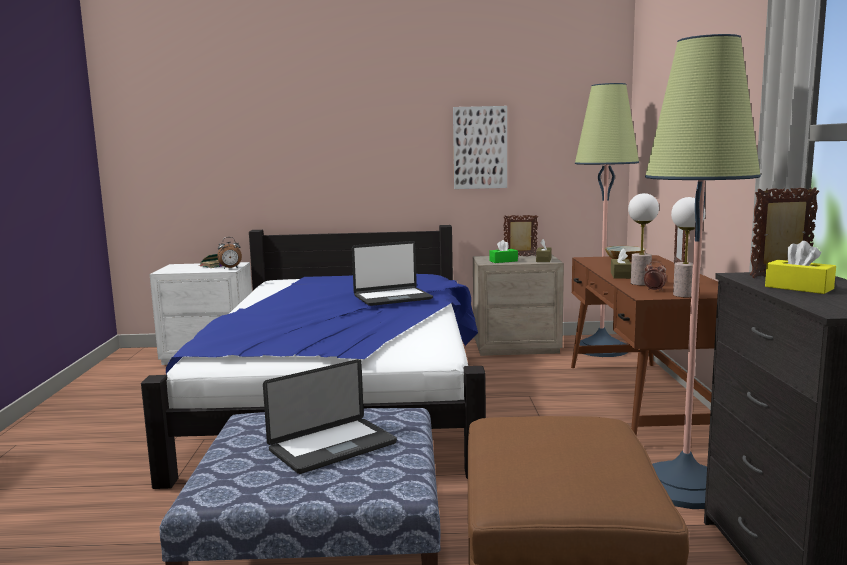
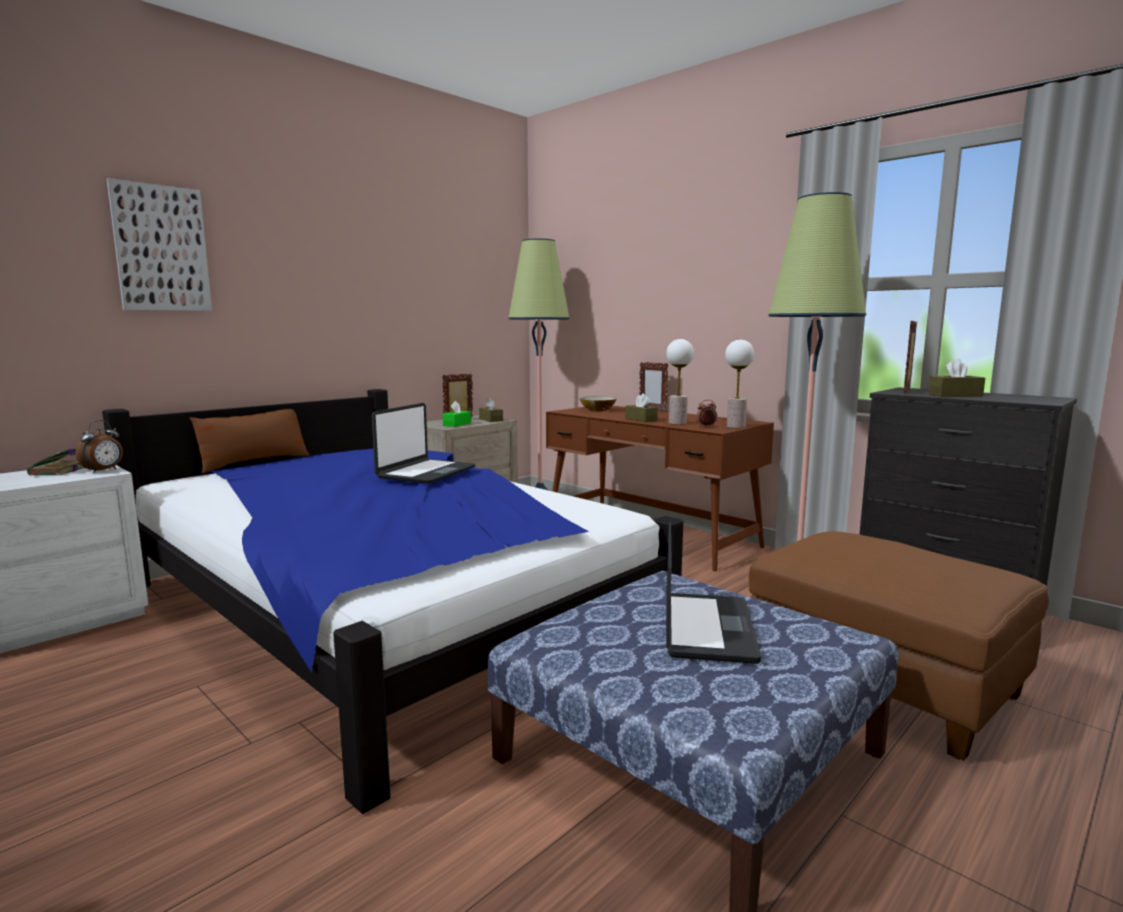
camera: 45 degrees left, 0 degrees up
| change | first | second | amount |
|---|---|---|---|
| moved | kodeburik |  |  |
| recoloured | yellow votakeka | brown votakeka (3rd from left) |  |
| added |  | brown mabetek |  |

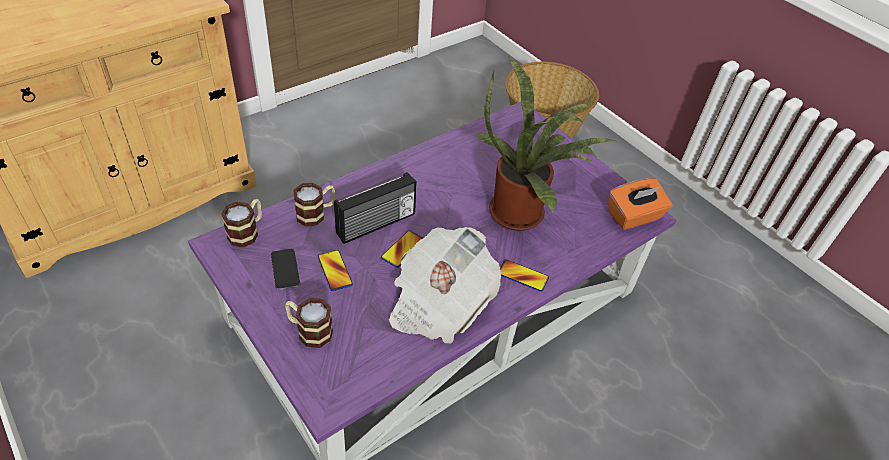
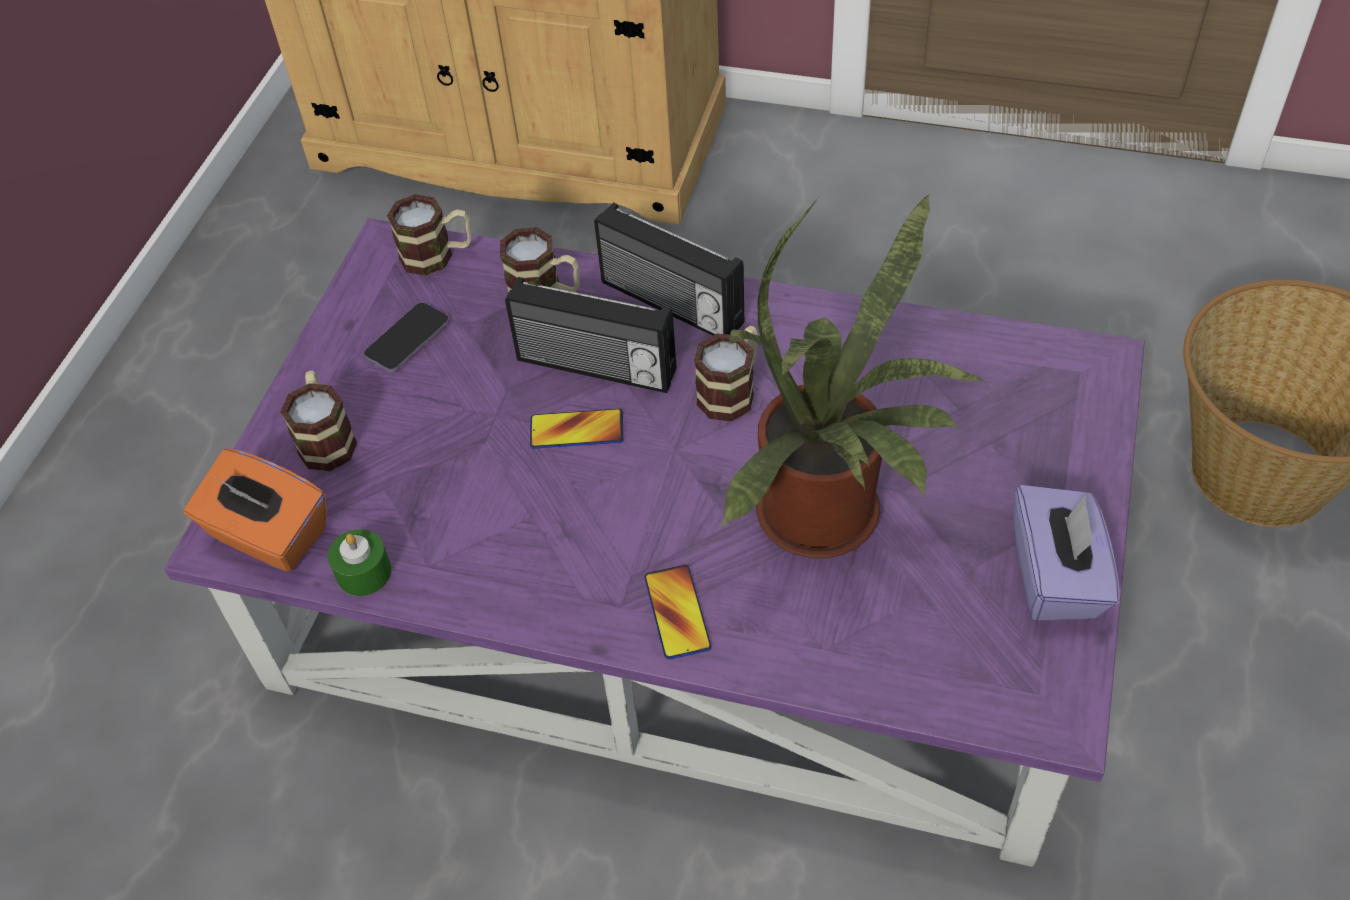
camera: 60 degrees right, 5 degrees up
| change | first | second | amount |
|---|---|---|---|
| moved | orange votakeka |  |  |
| removed | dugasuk |  |  |
| removed | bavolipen (2nd from left) |  |  |
| added |  | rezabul (2nd from left) |  |
| added |  | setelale (4th from left) |  |
| added |  | purple votakeka |  |
| added |  | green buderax |  |

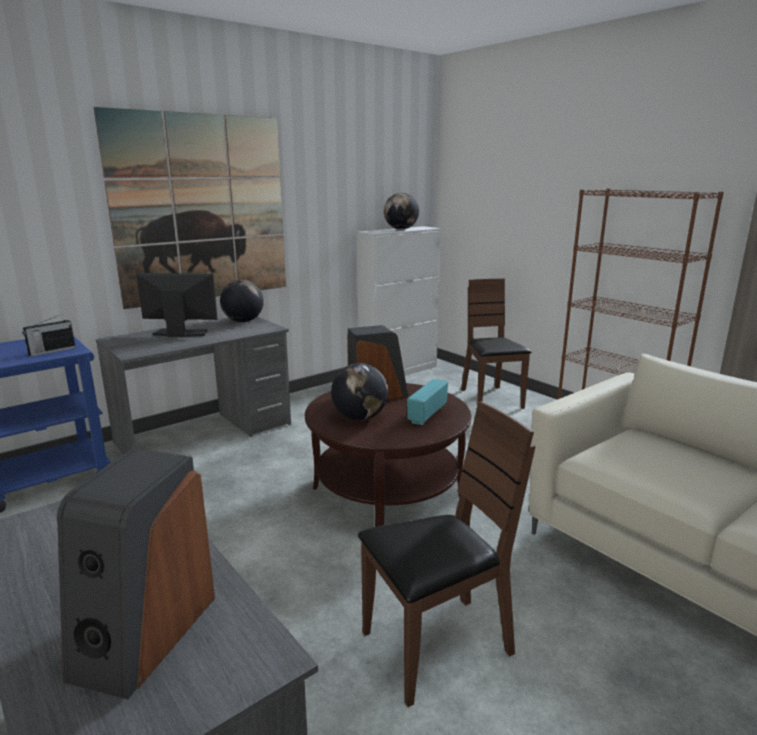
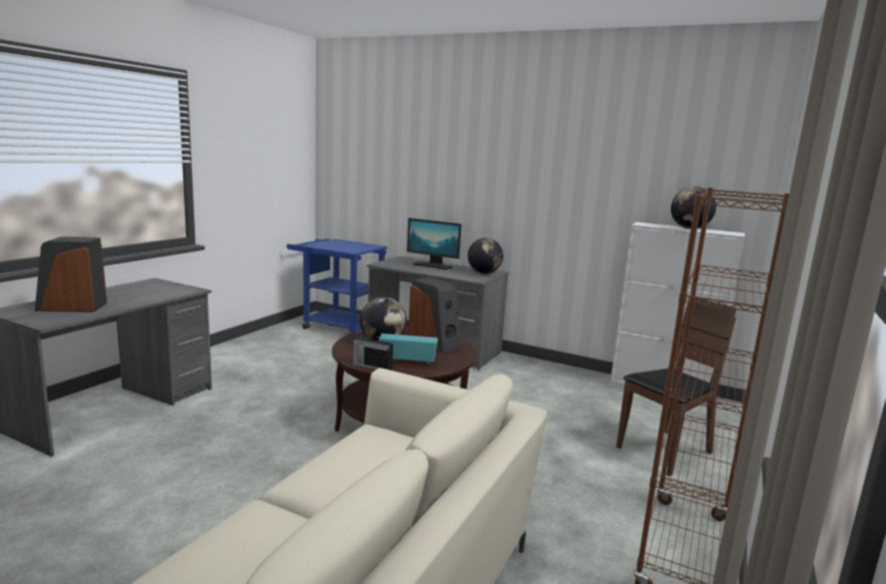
camera: 65 degrees right, 5 degrees down
| change | first | second | amount |
|---|---|---|---|
| removed | kodeburik |  |  |
| turned | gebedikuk |  | 135 degrees clockwise |
| moved | rezabul (1st from left) |  |  |
| removed | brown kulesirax (1st from left) |  |  |

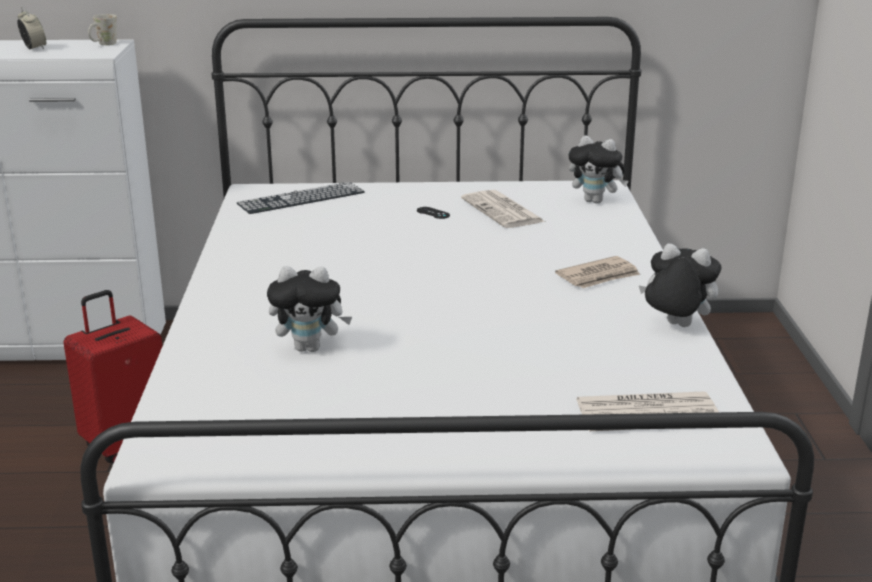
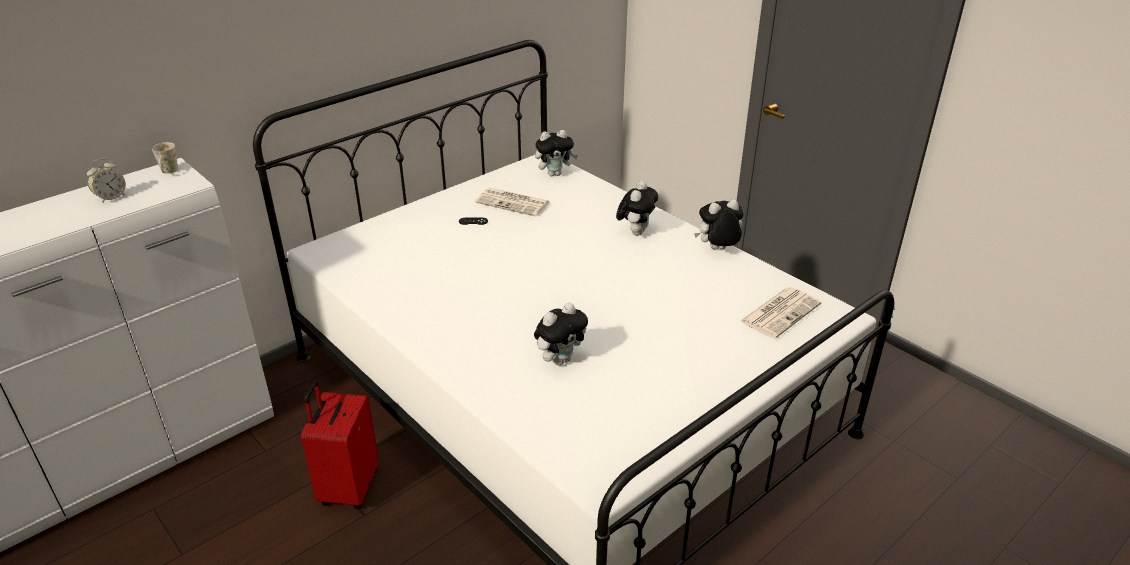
camera: 40 degrees left, 10 degrees up
| change | first | second | amount |
|---|---|---|---|
| turned | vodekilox |  | 120 degrees clockwise |
| removed | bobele |  |  |
| replaced | dugasuk (2nd from left) | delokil (3rd from left) |  |

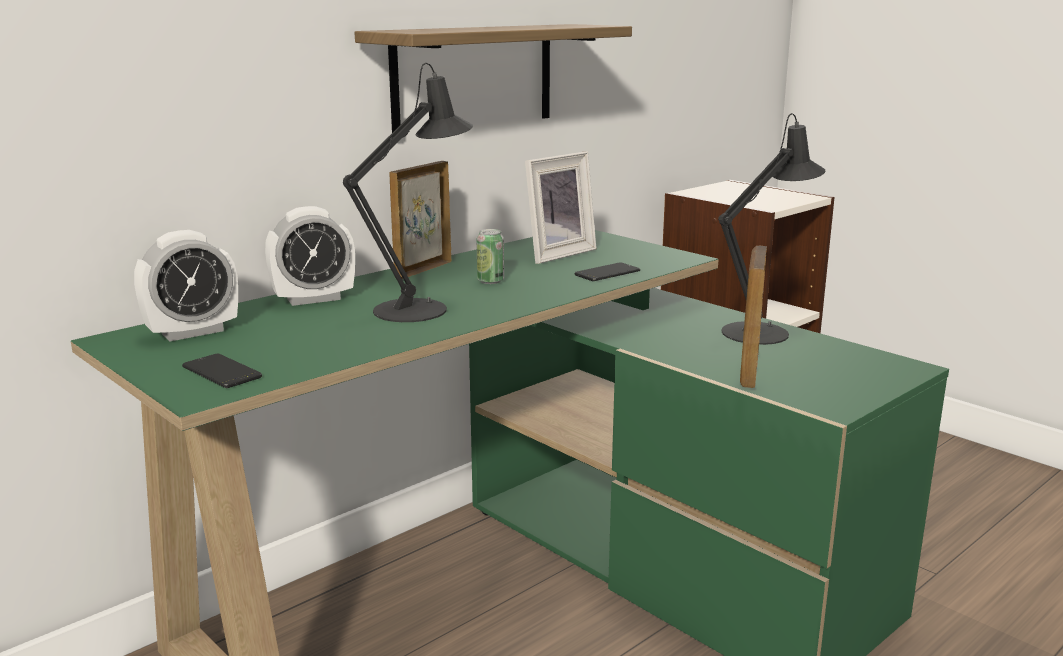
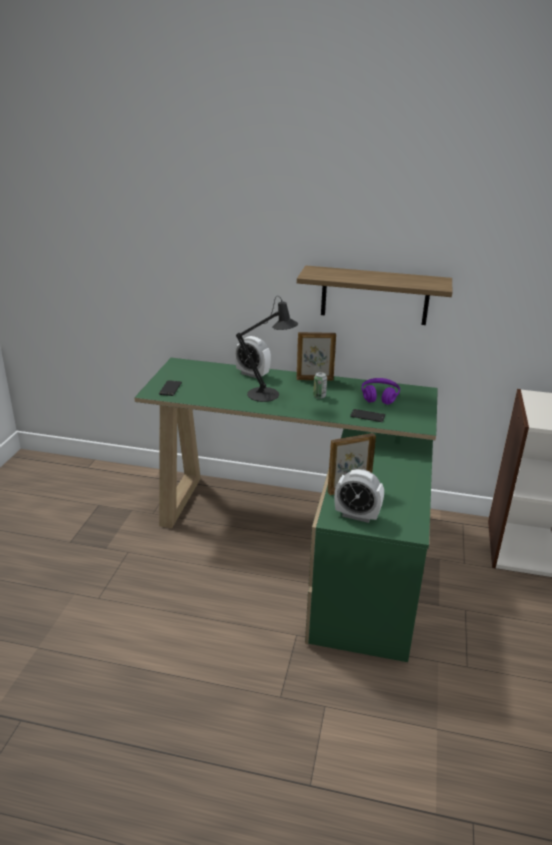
camera: 55 degrees right, 10 degrees up
| change | first | second | amount |
|---|---|---|---|
| removed | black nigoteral (2nd from left) |  |  |
| replaced | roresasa (2nd from left) | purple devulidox |  |
| moved | vodekilox (1st from left in the first image) | vodekilox (2nd from left) |  |

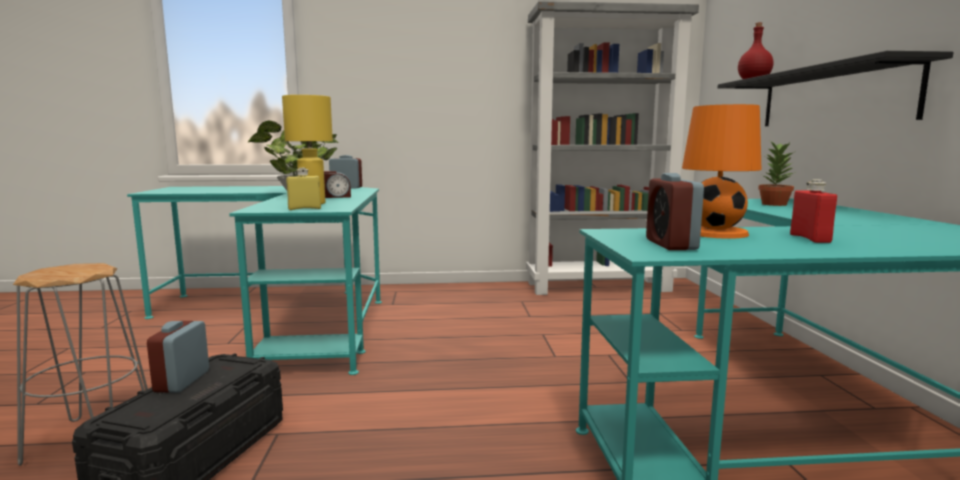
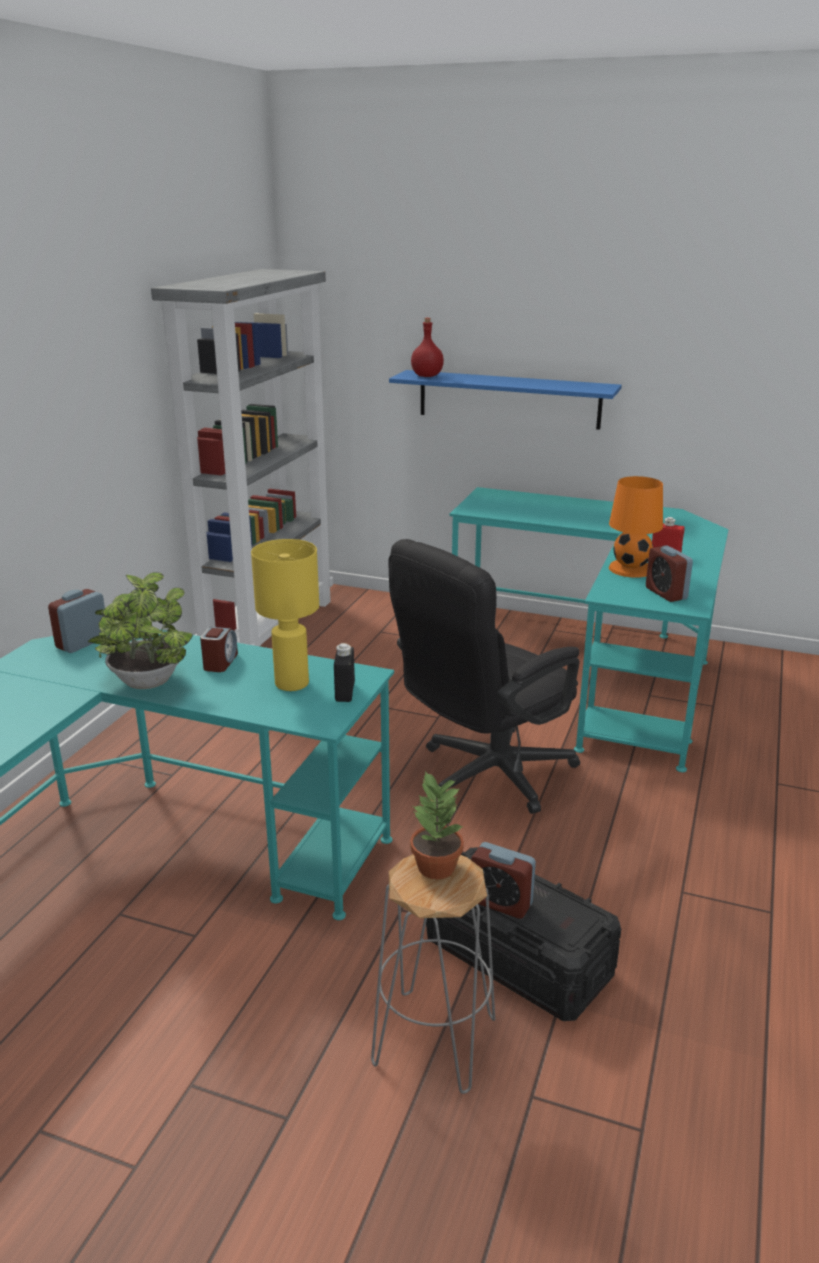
camera: 65 degrees left, 15 degrees up
| change | first | second | amount |
|---|---|---|---|
| recoloured | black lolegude | blue lolegude |  |
| moved | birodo (2nd from left) |  |  |
| recoloured | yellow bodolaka | black bodolaka |  |
| turned | vodekilox (4th from left) |  | 45 degrees clockwise |
| added |  | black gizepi |  |

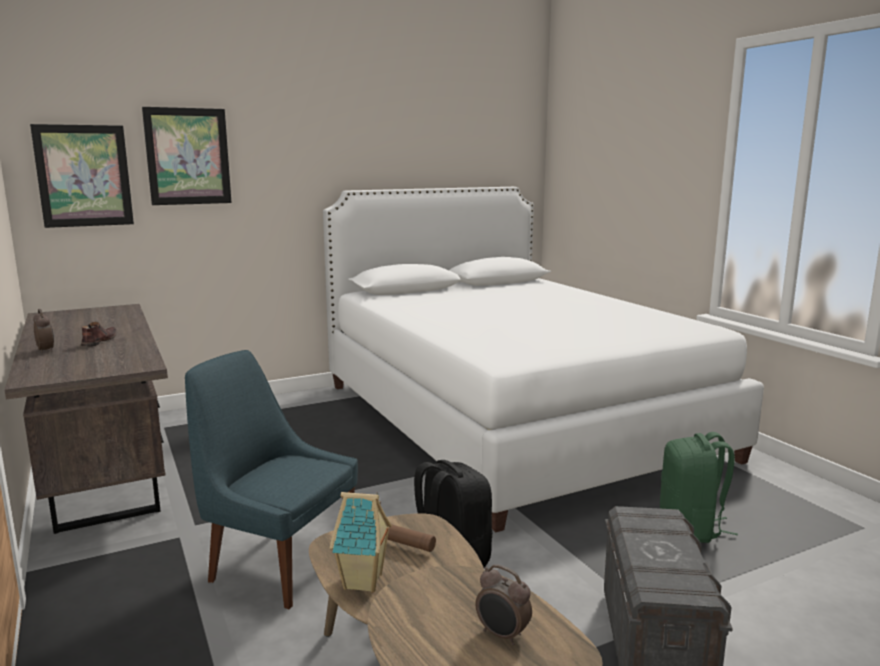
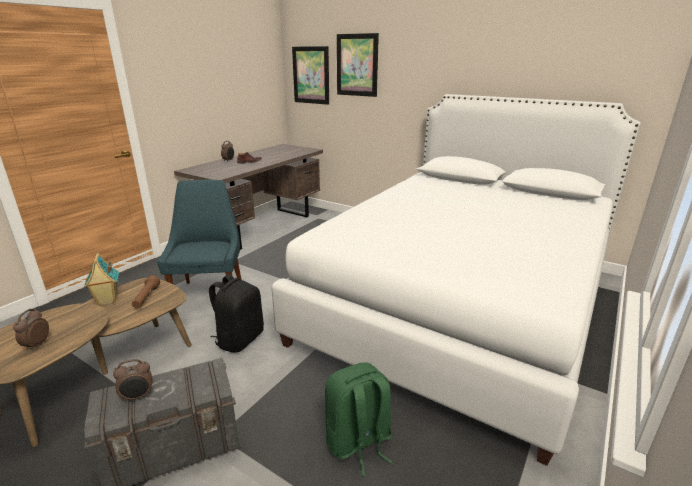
camera: 60 degrees right, 10 degrees up
| change | first | second | amount |
|---|---|---|---|
| added |  | vodekilox (2nd from left) |  |

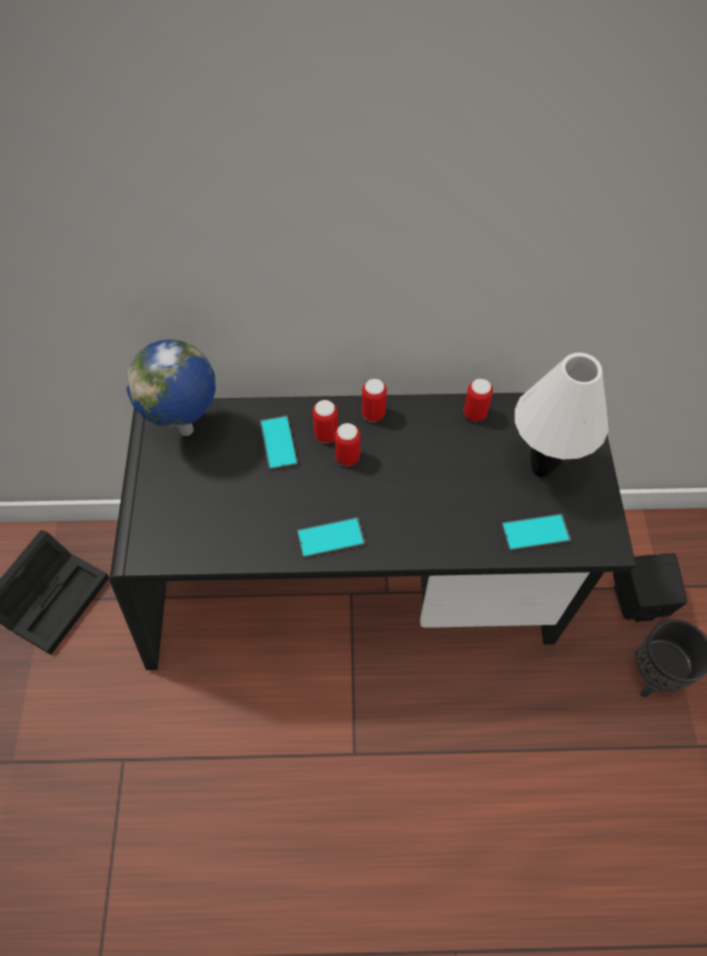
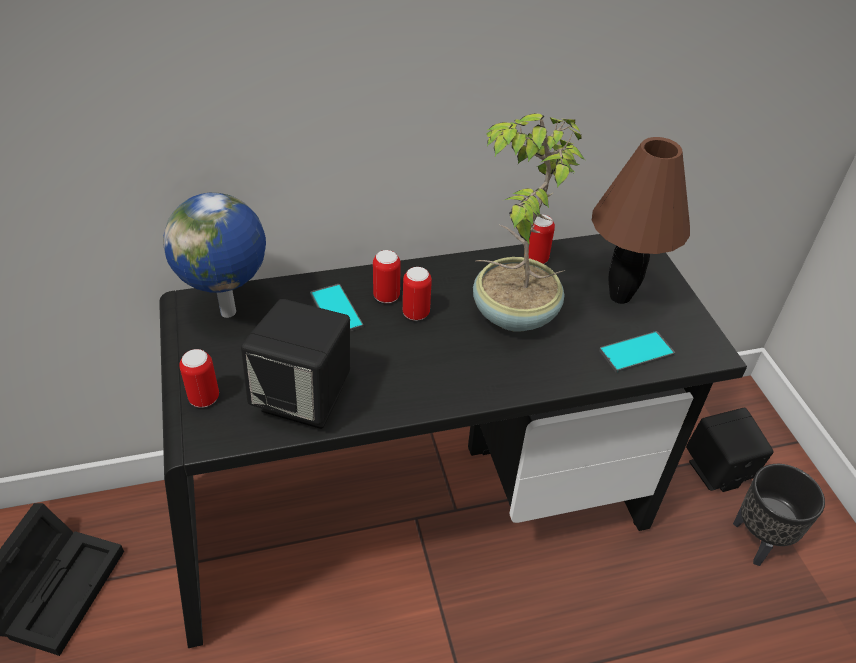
camera: 15 degrees left, 15 degrees down
| change | first | second | amount |
|---|---|---|---|
| recoloured | white nigoteral | brown nigoteral |  |
| moved | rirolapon (3rd from left in the first image) | rirolapon (1st from left) |  |
| removed | bavolipen (2nd from left) |  |  |
| added |  | birodo |  |
| added |  | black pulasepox (1st from left) |  |

